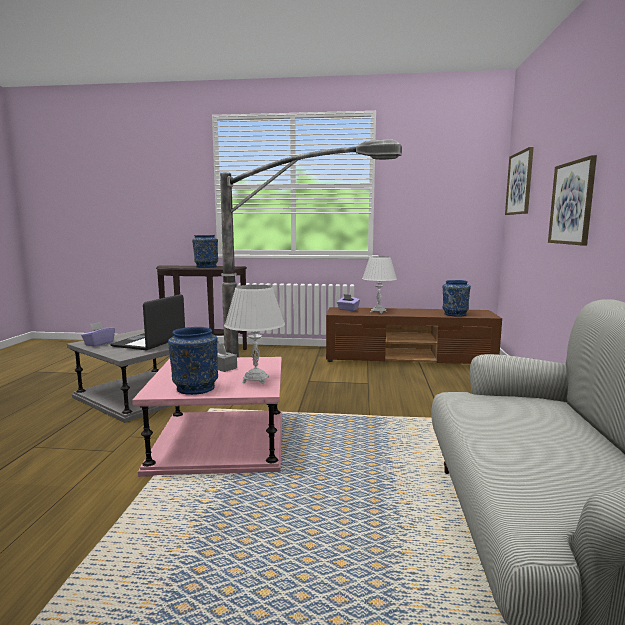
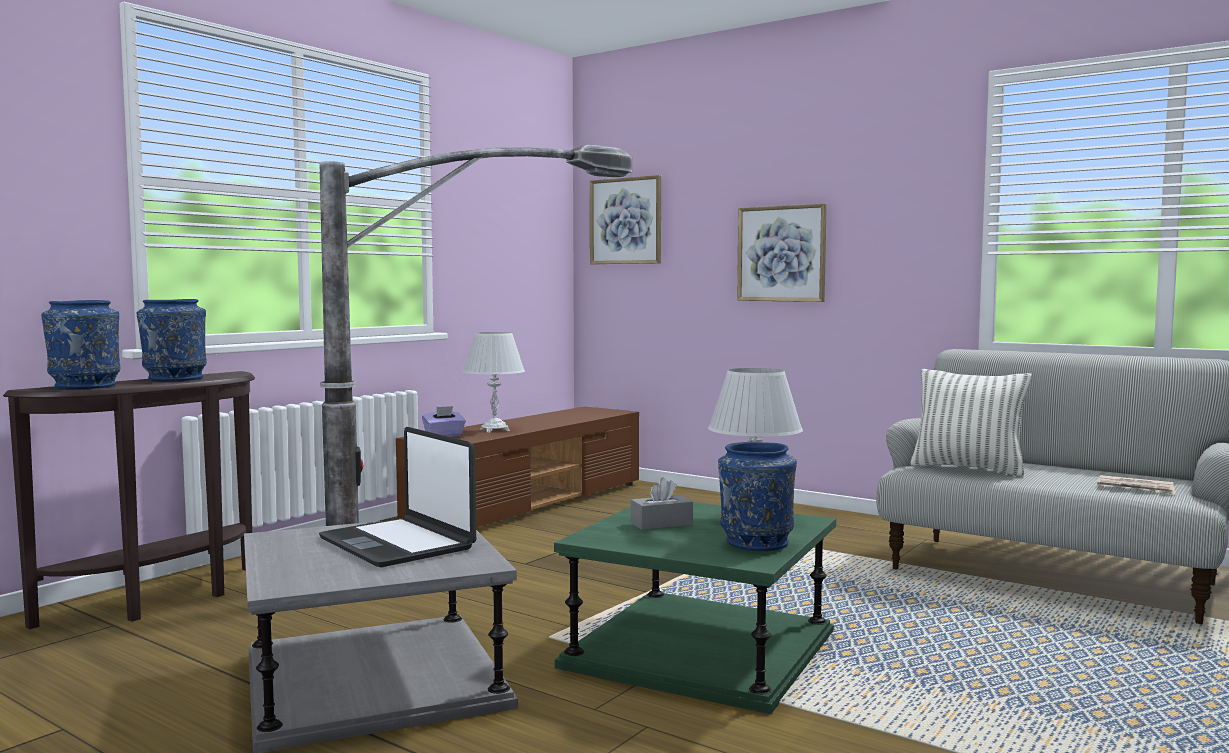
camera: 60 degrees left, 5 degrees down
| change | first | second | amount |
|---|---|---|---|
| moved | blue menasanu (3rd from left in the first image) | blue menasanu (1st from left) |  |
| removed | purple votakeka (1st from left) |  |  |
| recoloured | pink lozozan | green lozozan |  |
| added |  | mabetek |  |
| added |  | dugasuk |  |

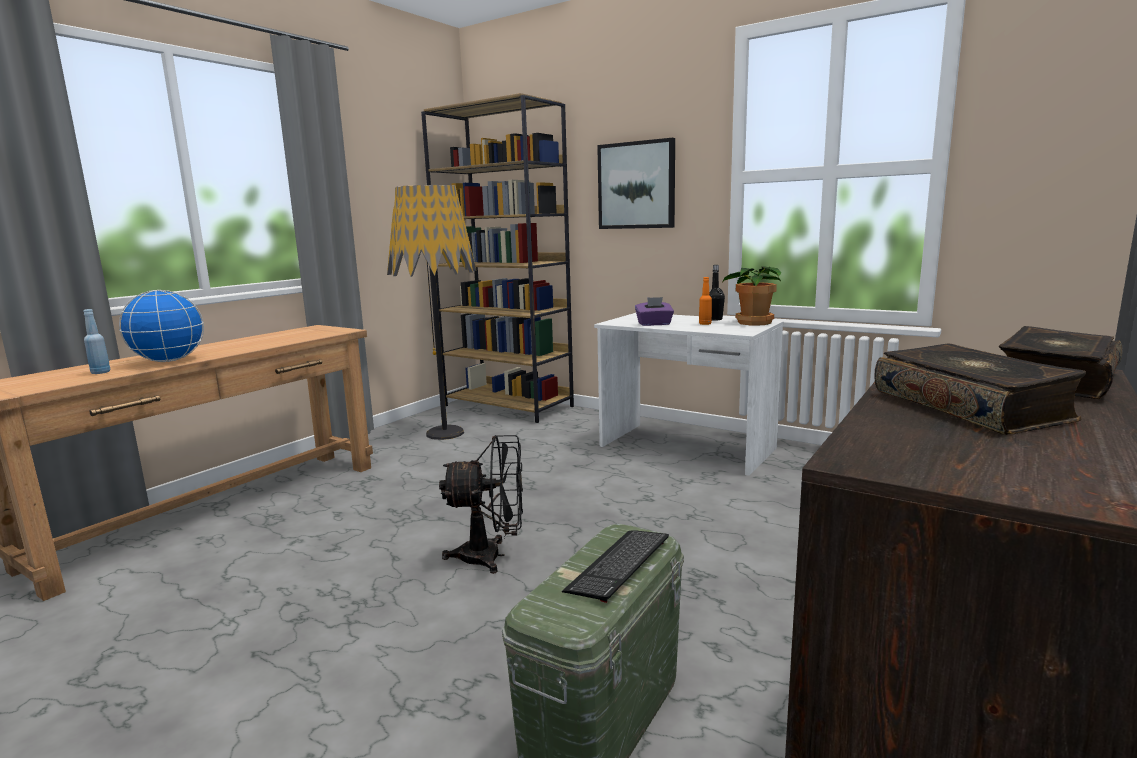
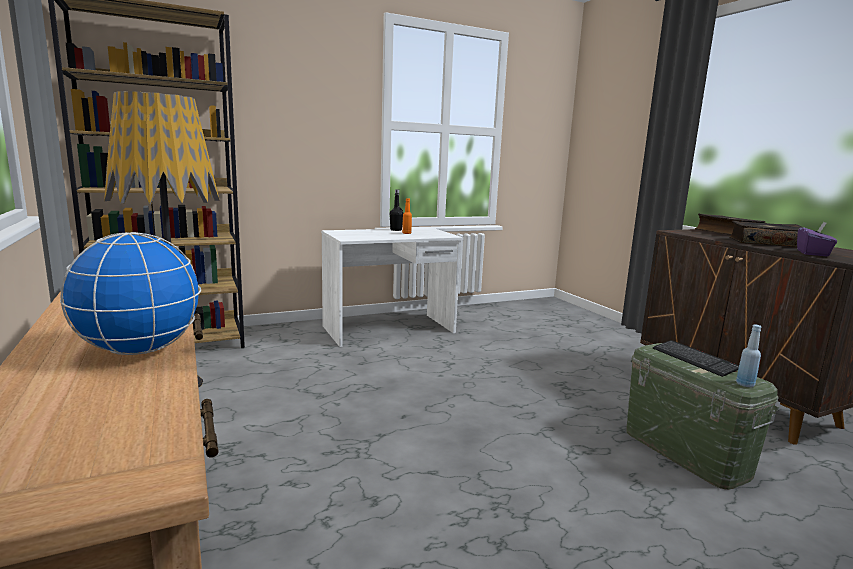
camera: 60 degrees left, 0 degrees up
| change | first | second | amount |
|---|---|---|---|
| removed | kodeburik |  |  |
| removed | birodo |  |  |
| moved | purple votakeka |  |  |
| moved | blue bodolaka |  |  |
| removed | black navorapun |  |  |

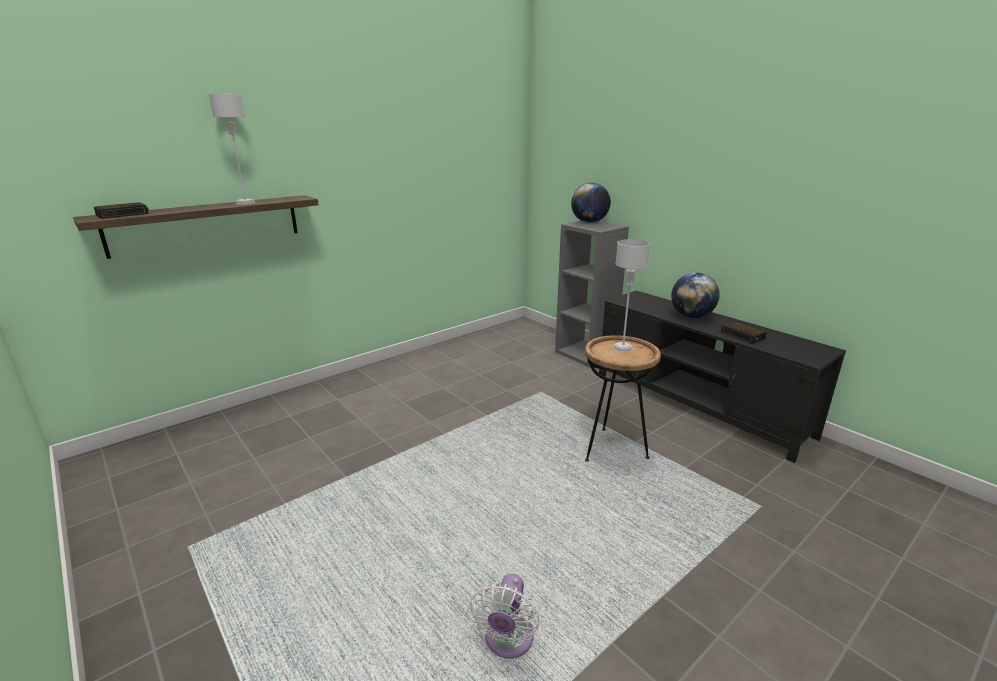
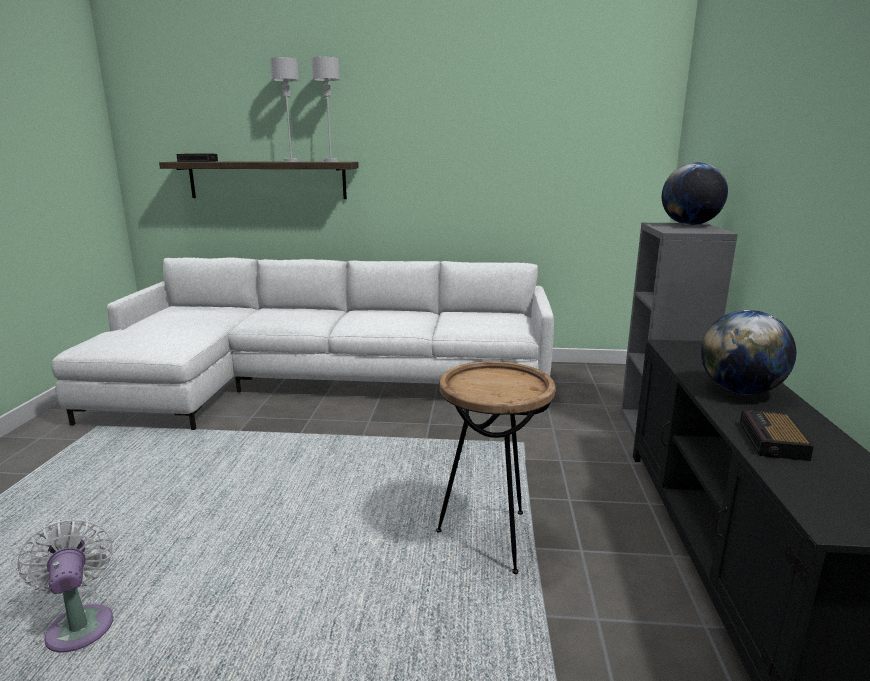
camera: 45 degrees right, 5 degrees down
| change | first | second | amount |
|---|---|---|---|
| moved | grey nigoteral (2nd from left) |  |  |
| turned | white navorapun |  | 90 degrees clockwise |
| added |  | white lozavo |  |

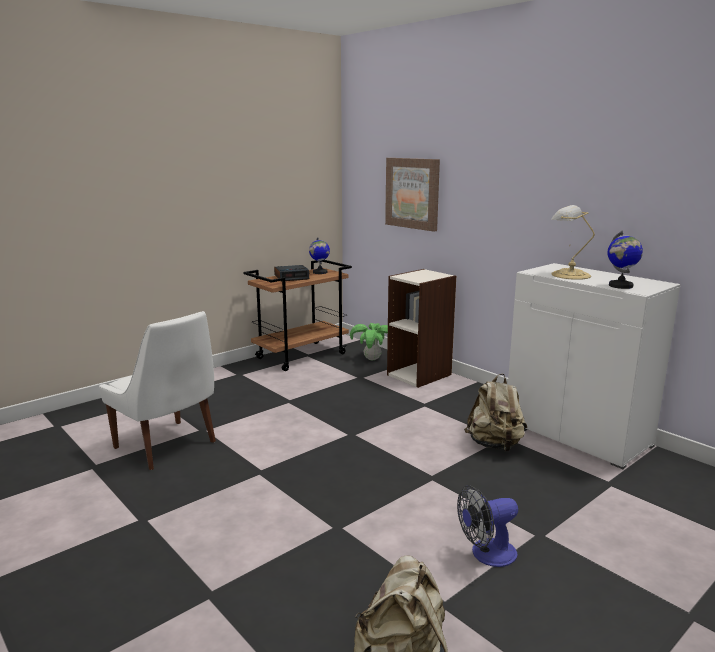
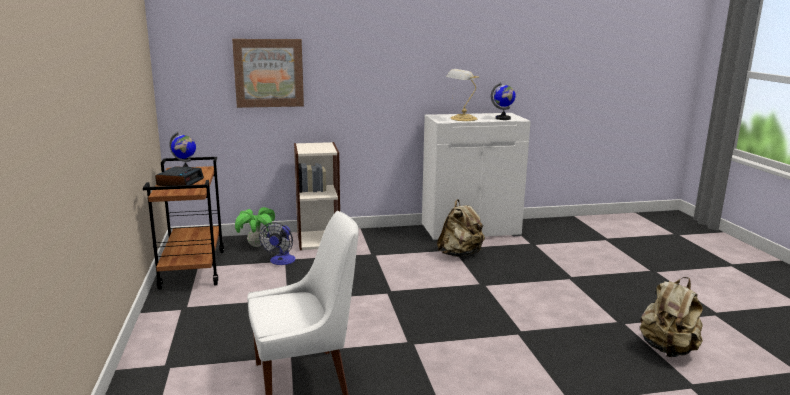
camera: 60 degrees left, 0 degrees up
| change | first | second | amount |
|---|---|---|---|
| moved | navorapun |  |  |

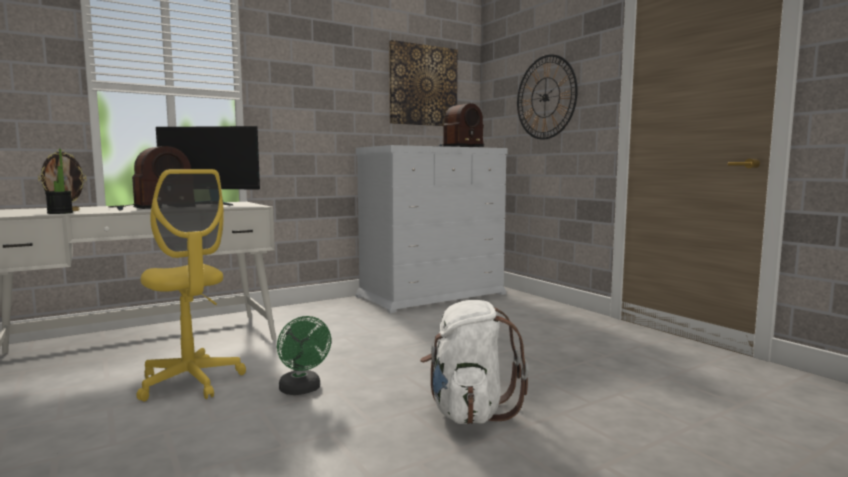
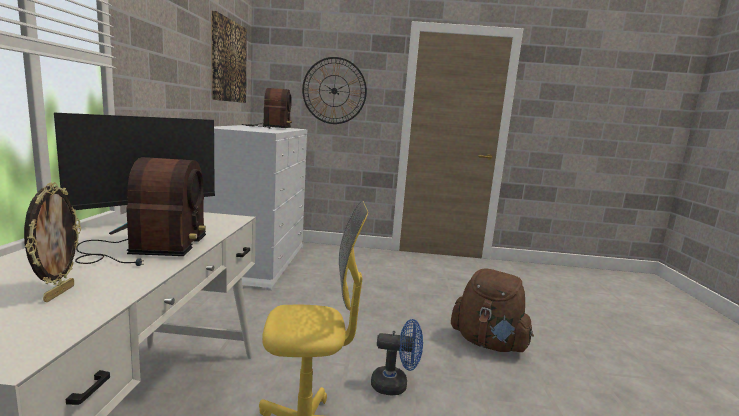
camera: 55 degrees left, 5 degrees up
| change | first | second | amount |
|---|---|---|---|
| removed | birodo |  |  |
| recoloured | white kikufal | brown kikufal |  |
| recoloured | green navorapun | blue navorapun |  |

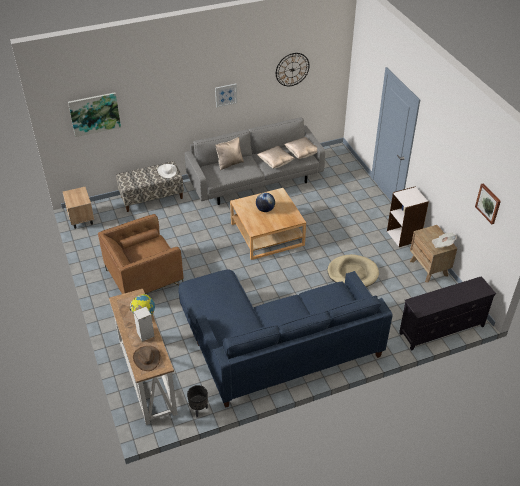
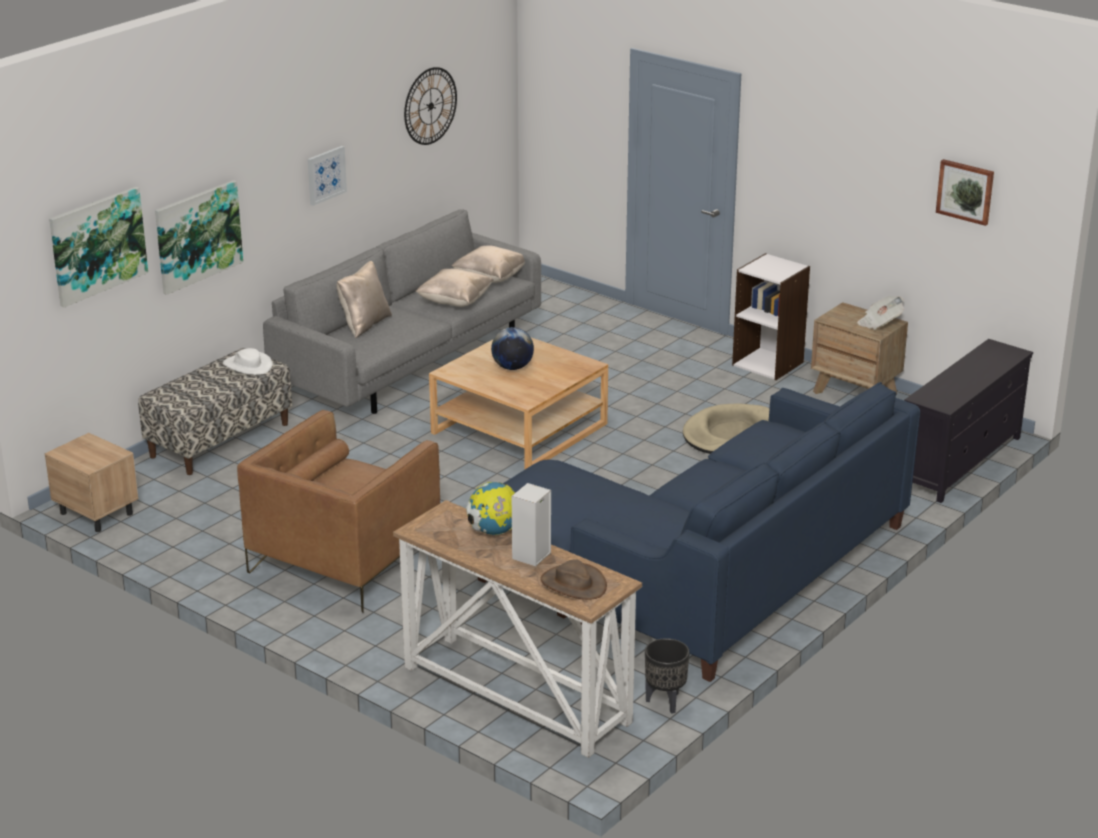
camera: 30 degrees left, 15 degrees down
| change | first | second | amount |
|---|---|---|---|
| added |  | kodeburik (2nd from left) |  |

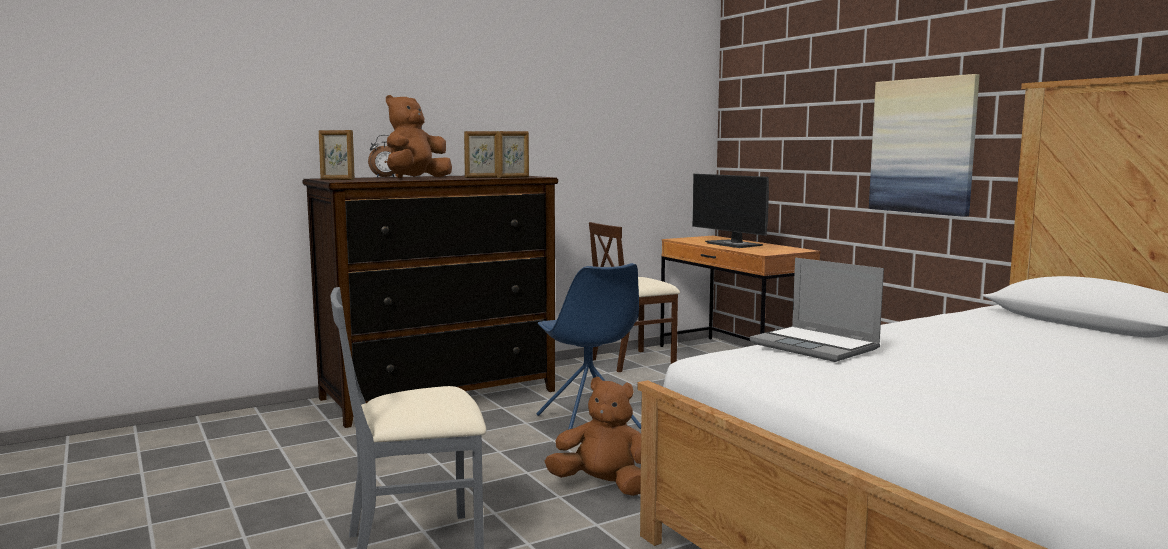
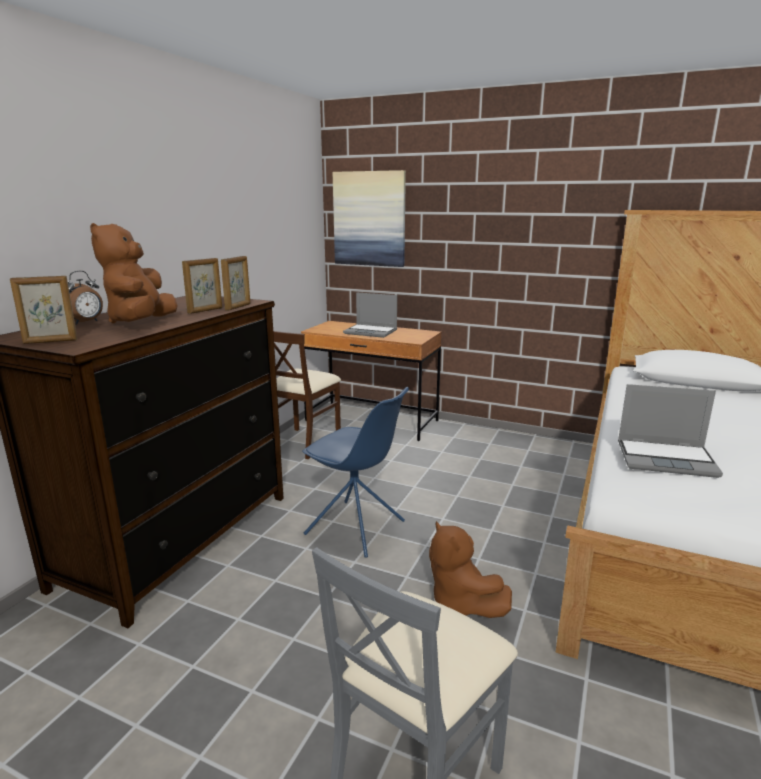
camera: 35 degrees left, 10 degrees up
| change | first | second | amount |
|---|---|---|---|
| moved | kodeburik |  |  |
| replaced | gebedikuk | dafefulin (1st from left) |  |
| turned | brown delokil (2nd from left) |  | 105 degrees counterclockwise |

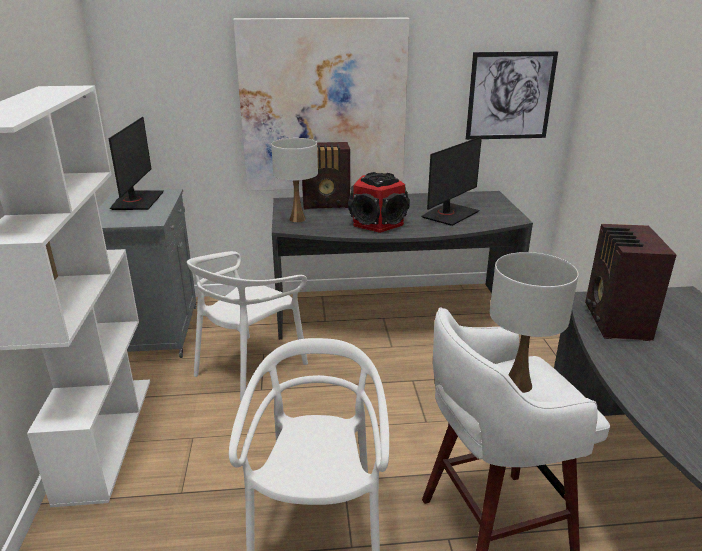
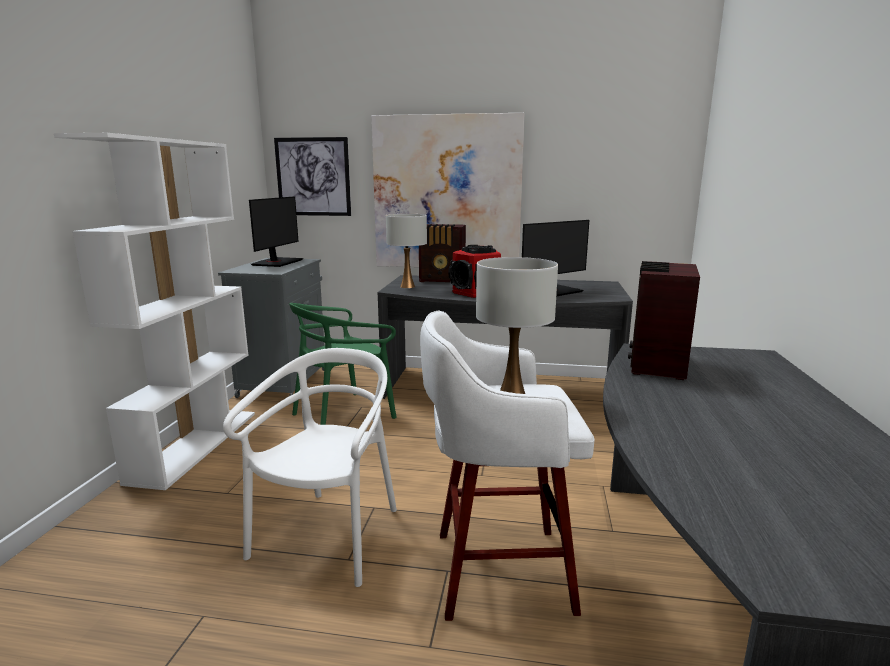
camera: 15 degrees right, 10 degrees down
| change | first | second | amount |
|---|---|---|---|
| moved | kodeburik (2nd from left in the first image) | kodeburik (1st from left) |  |
| recoloured | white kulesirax (1st from left) | green kulesirax |  |

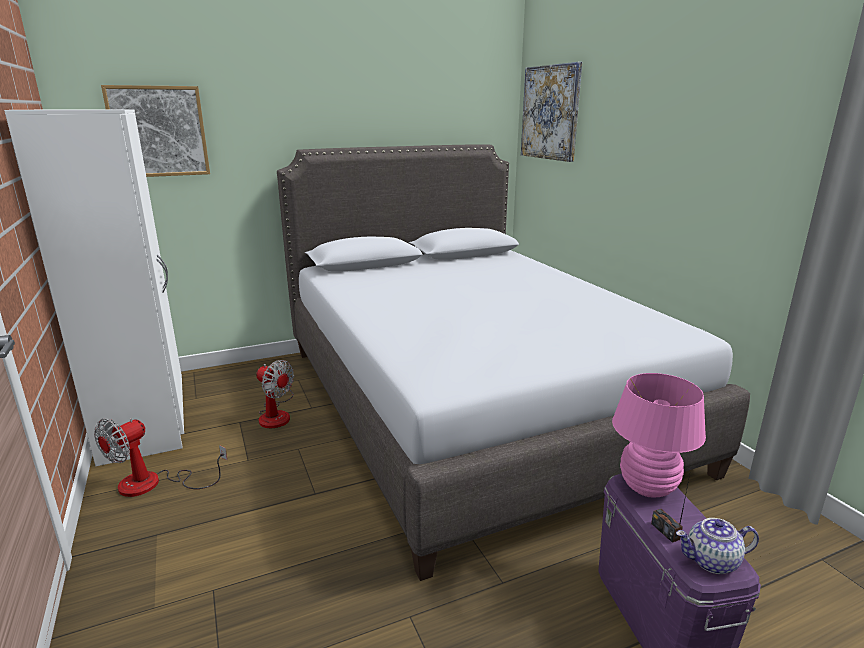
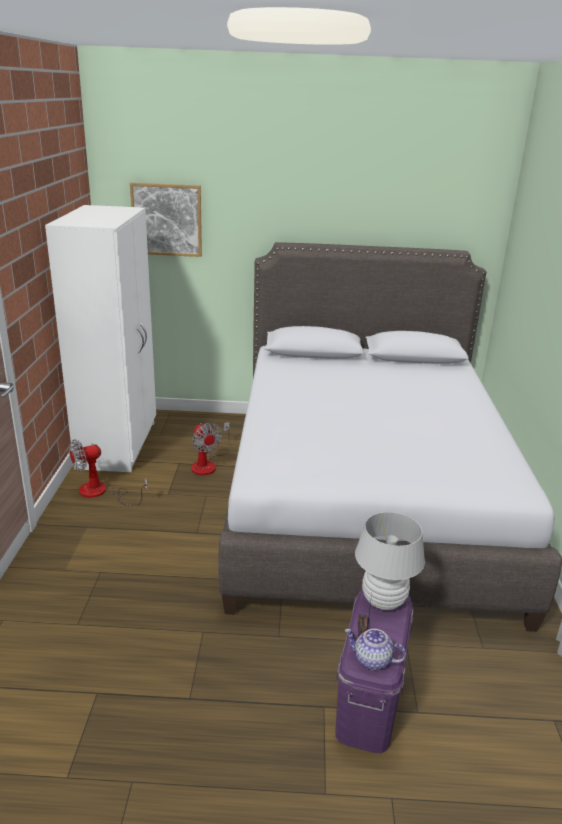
camera: 25 degrees right, 5 degrees up
| change | first | second | amount |
|---|---|---|---|
| removed | kodeburik (2nd from left) |  |  |
| recoloured | pink nigoteral | white nigoteral |  |

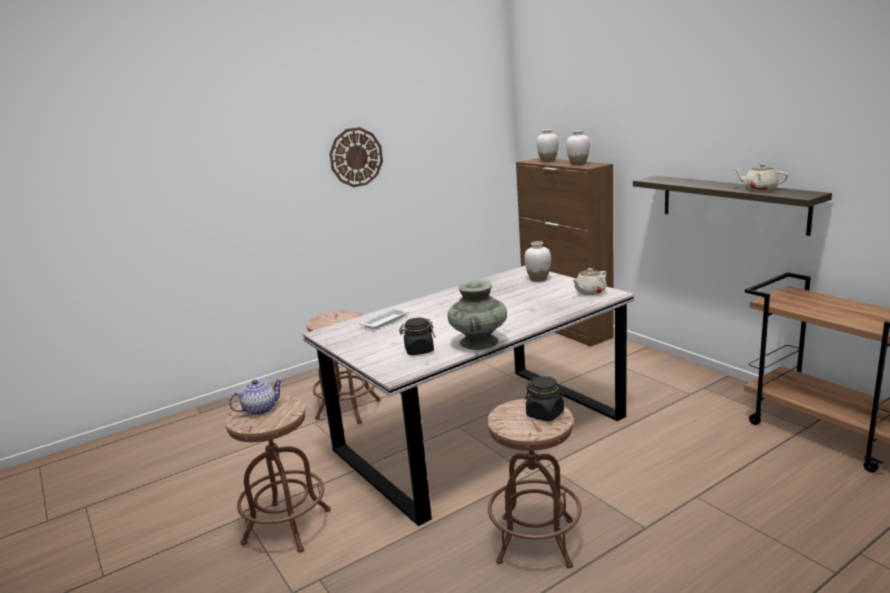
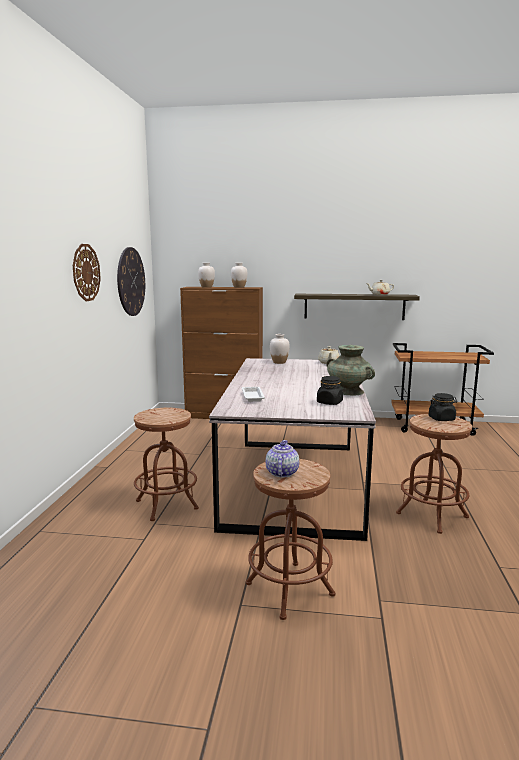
camera: 50 degrees left, 5 degrees down
| change | first | second | amount |
|---|---|---|---|
| added |  | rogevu (2nd from left) |  |

